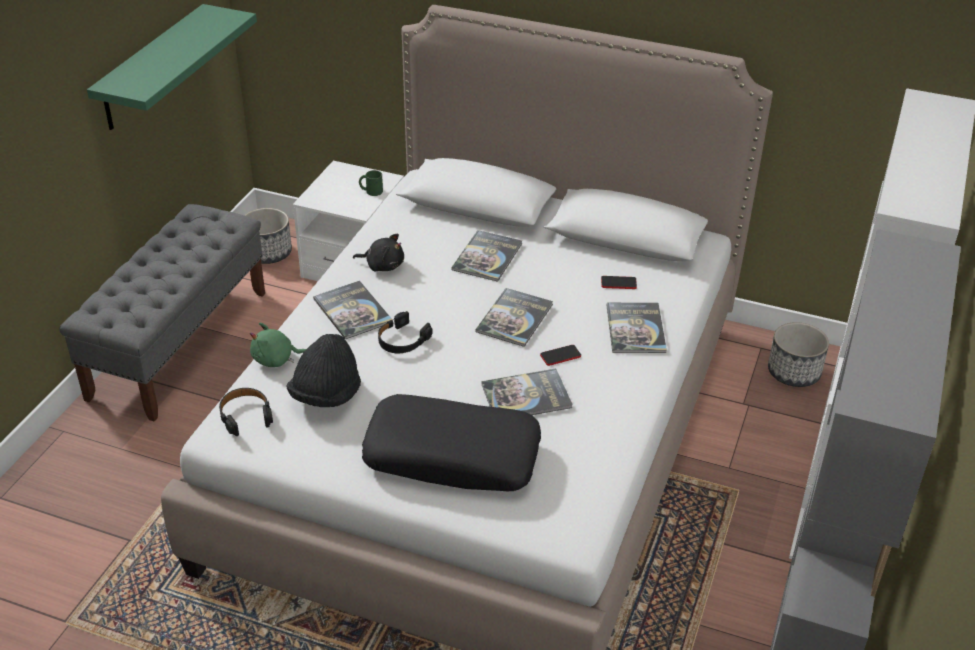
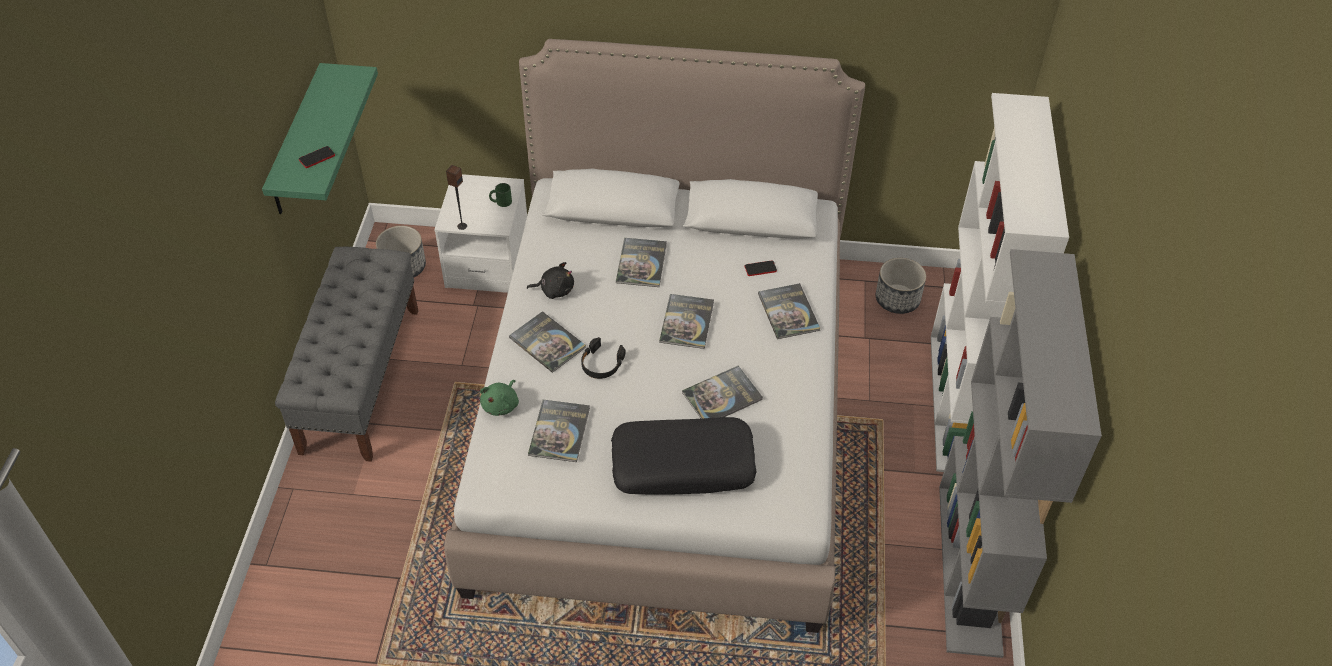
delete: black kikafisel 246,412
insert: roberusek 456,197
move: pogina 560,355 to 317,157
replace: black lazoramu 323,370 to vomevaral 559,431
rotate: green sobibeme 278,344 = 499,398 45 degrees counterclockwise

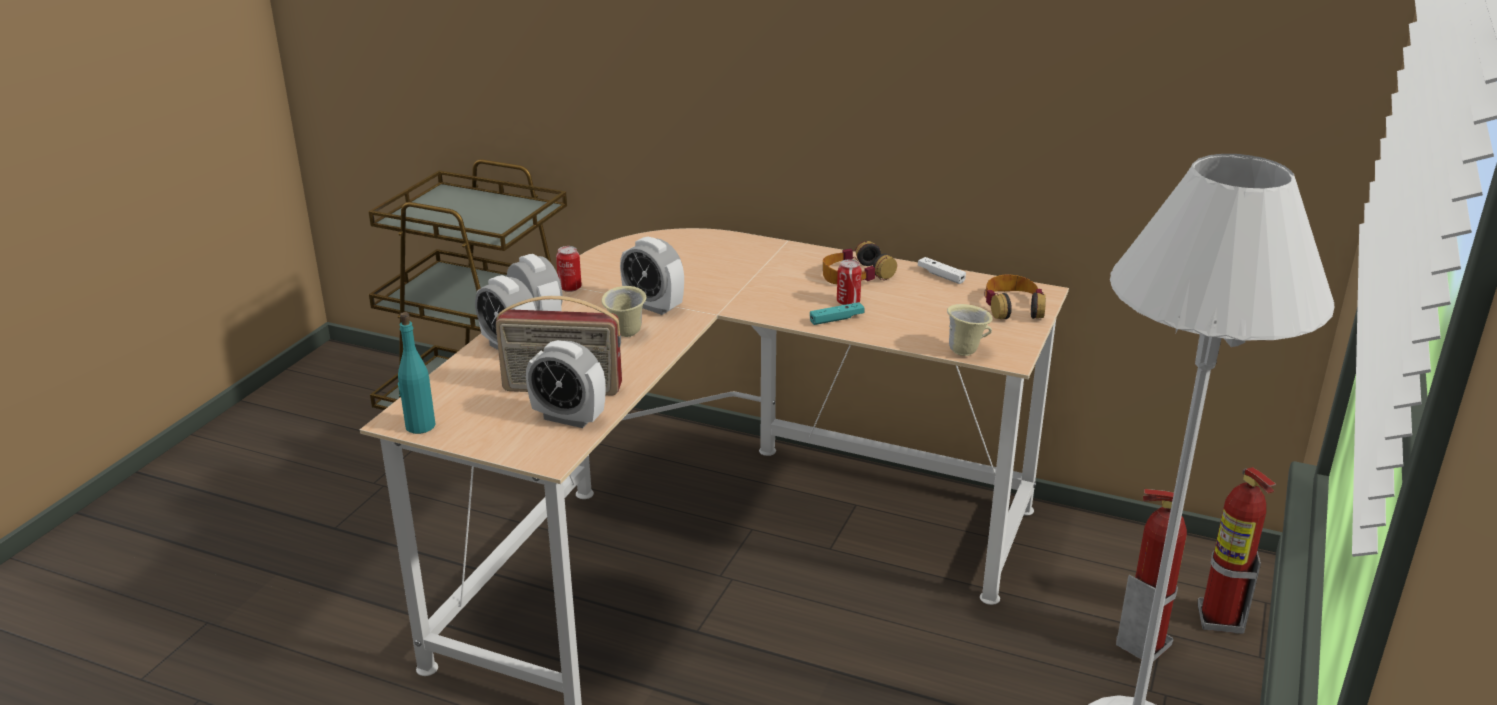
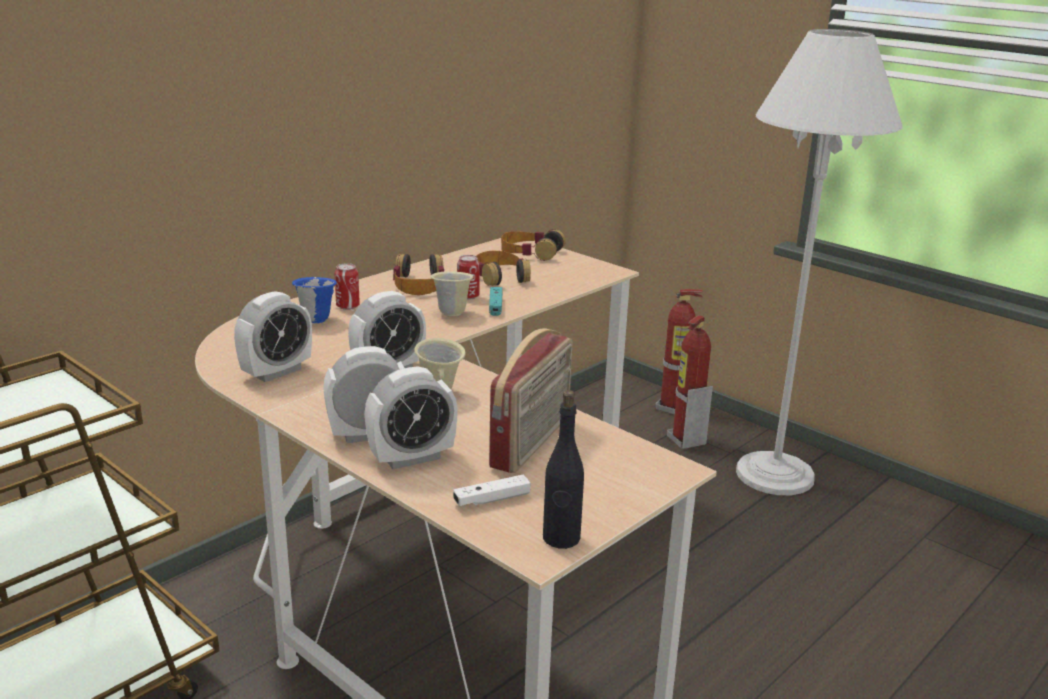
insert: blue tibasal 314,300; kikafisel 503,268
move: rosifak 566,384 to 273,336; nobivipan 569,269 to 347,286; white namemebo 942,270 to 492,490; beige tibasal 970,330 to 452,293
recolor: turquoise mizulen 416,373 to black mizulen 563,469

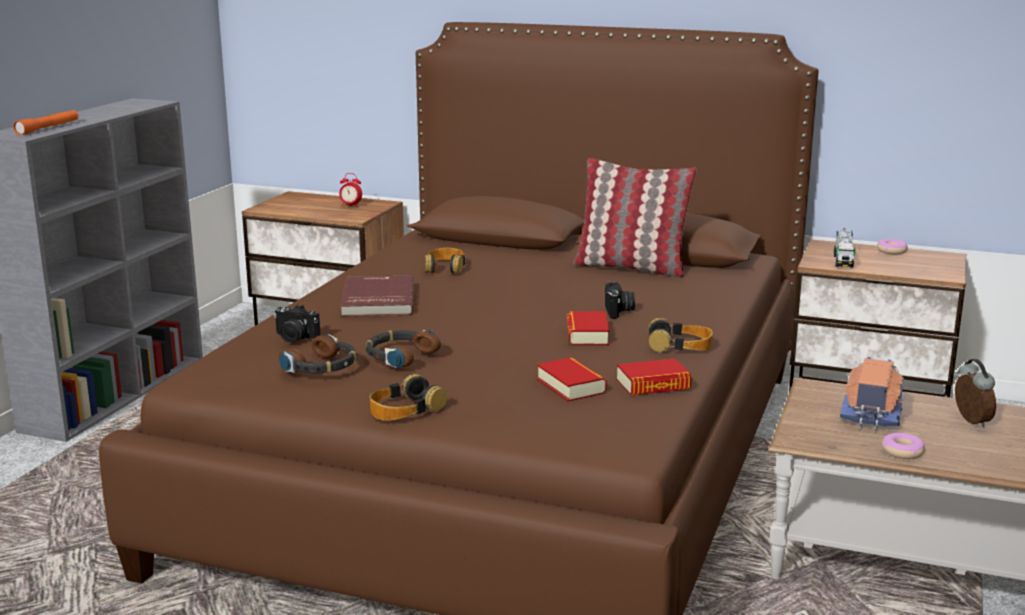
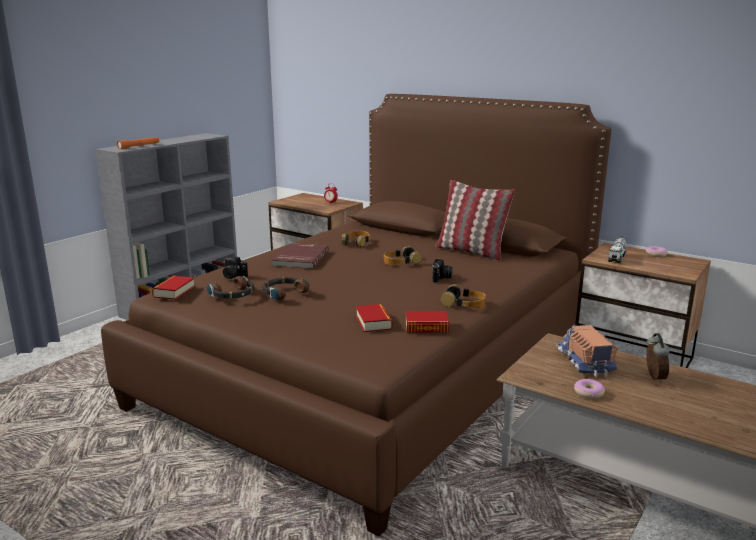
move: kikafisel 408,397 to 403,255; vomevaral 588,328 to 173,288
rotate: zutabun 872,394 = 587,350 45 degrees counterclockwise

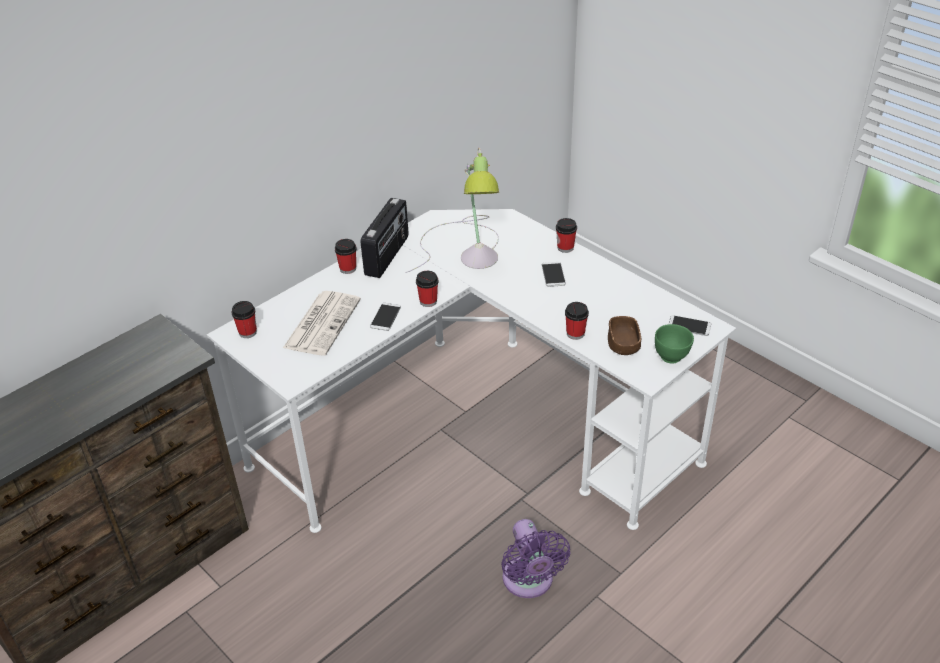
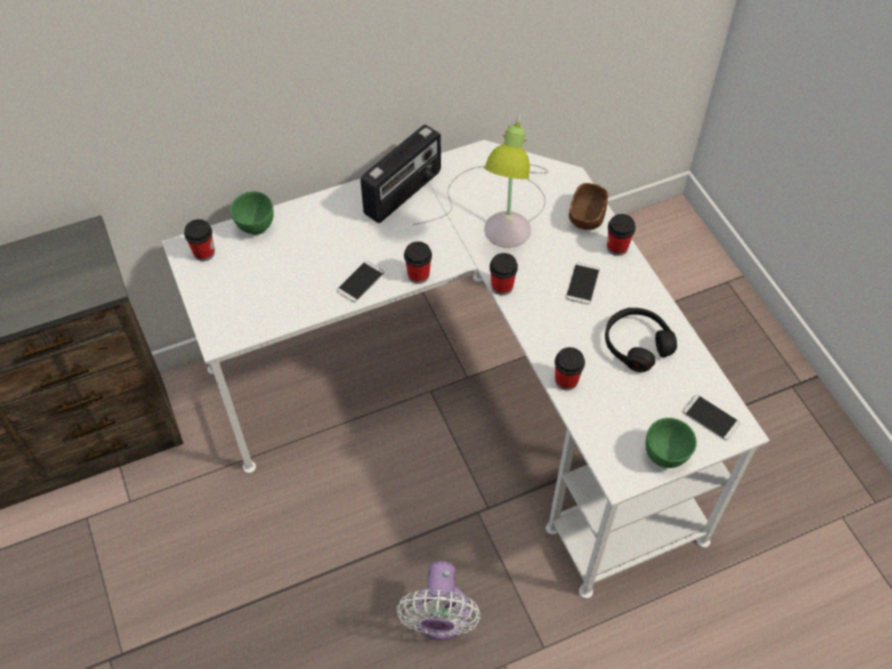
delete: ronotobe 322,323
insert: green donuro 251,213; black kikafisel 641,340
move: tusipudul 346,256 to 504,274; brown donuro 624,335 to 588,206
recolor: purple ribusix 535,558 to white ribusix 438,600

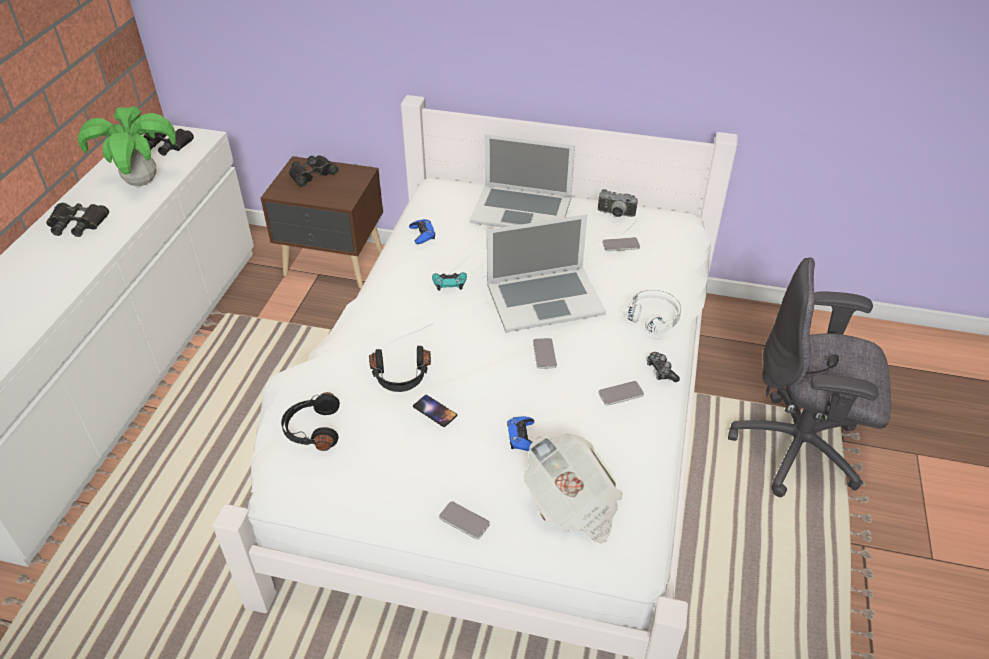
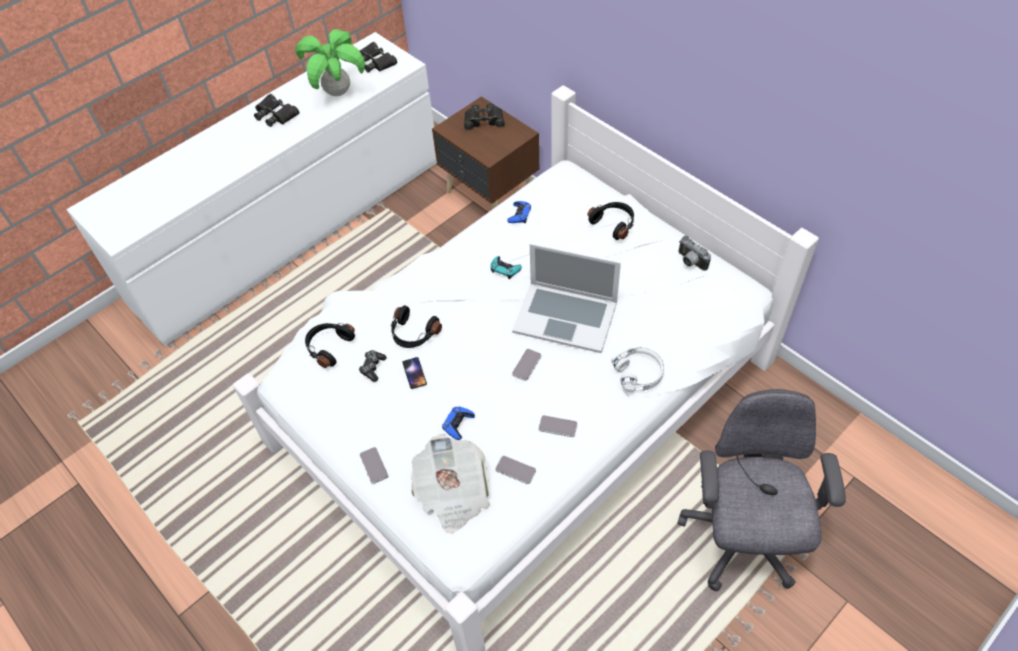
move: pogina 621,244 to 515,470; namemebo 663,367 to 372,366
replace: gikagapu 522,180 to black kikafisel 611,221
rotate: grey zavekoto 809,377 = 761,490 45 degrees clockwise

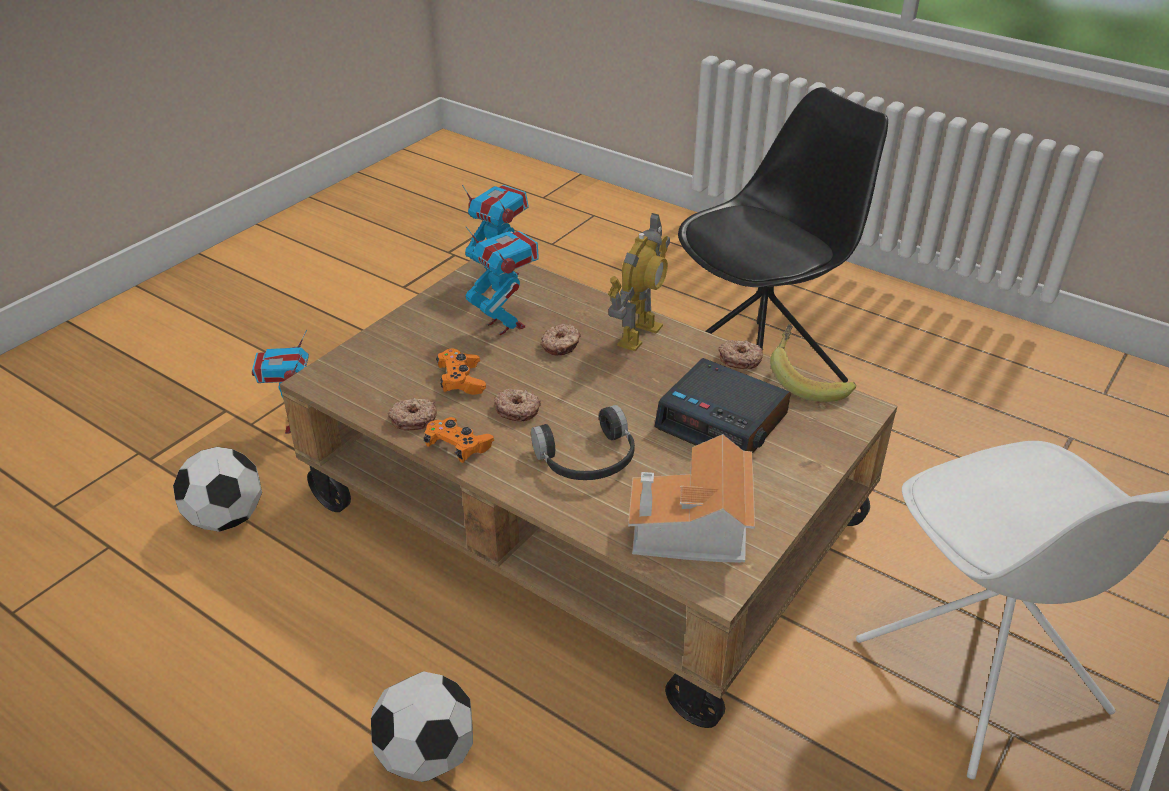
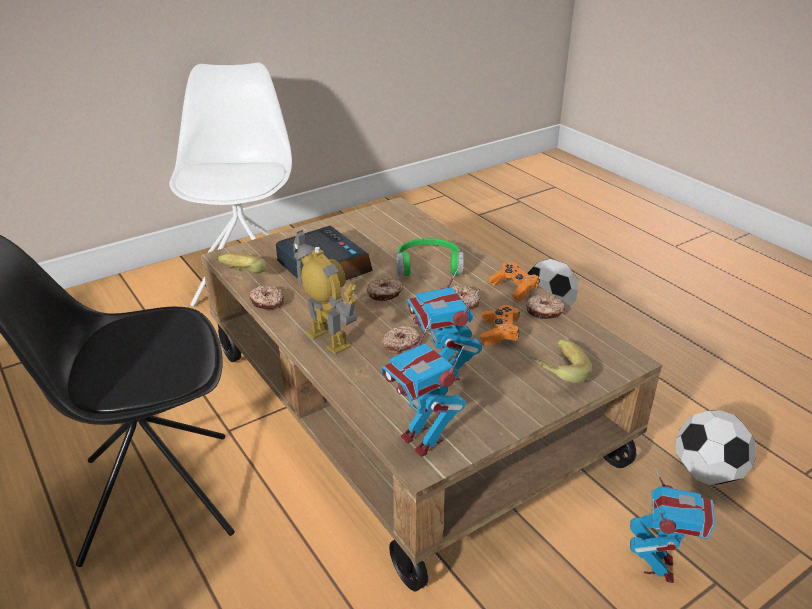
delete: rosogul 691,498
insert: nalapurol 385,289; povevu 560,361
recolor: black kikafisel 583,442 to green kikafisel 430,257
rotate: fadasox 639,282 = 325,292 90 degrees clockwise

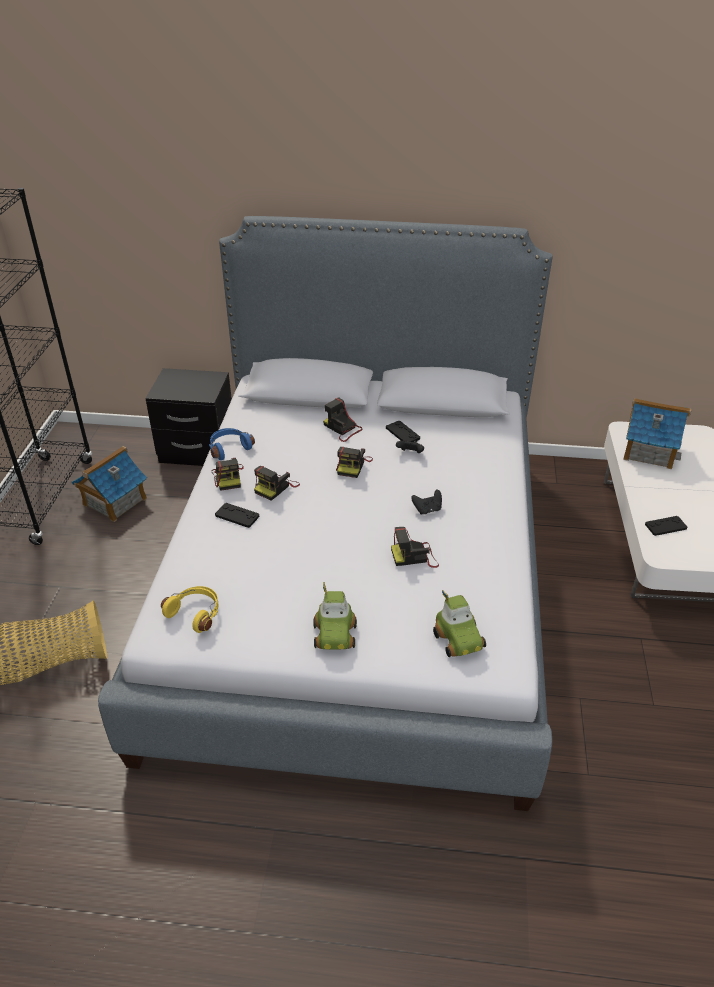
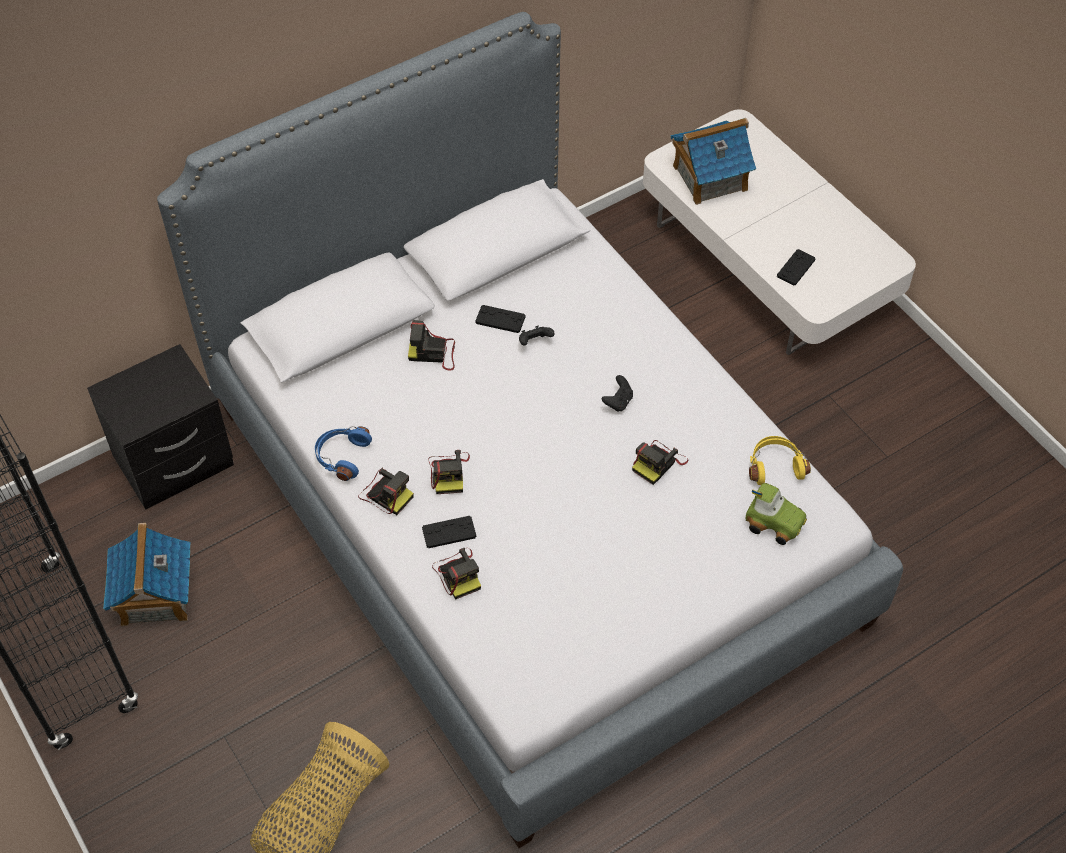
delete: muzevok 335,616
move: yellow kikafisel 190,609 to 780,460; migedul 354,462 to 456,574

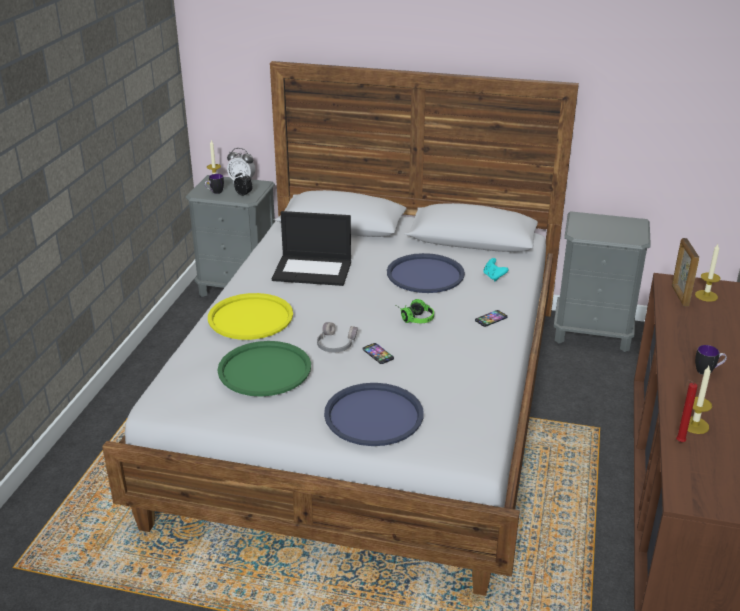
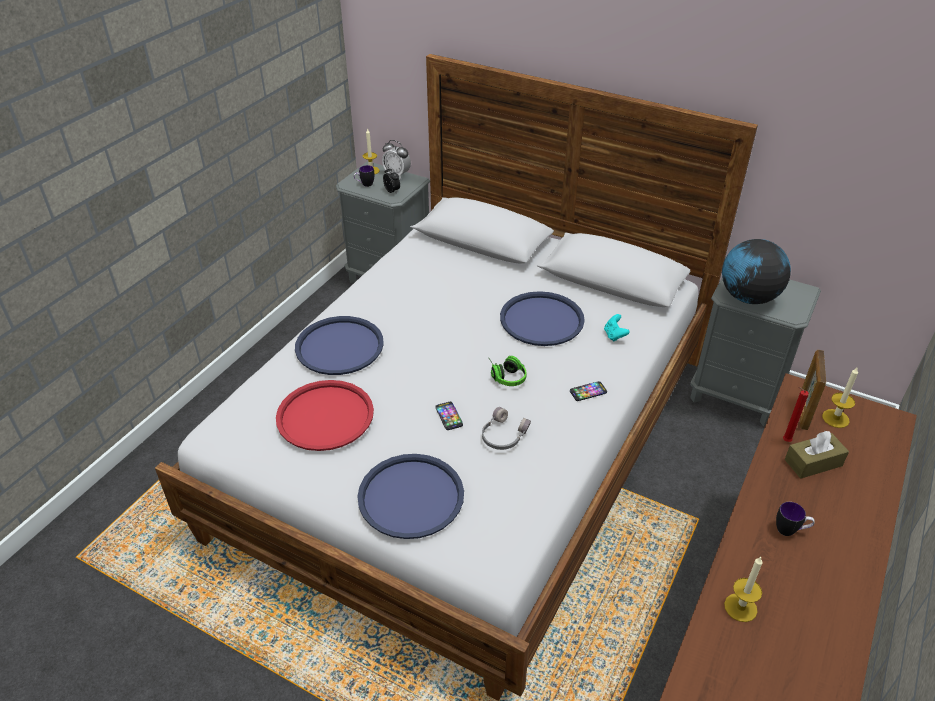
delete: gikagapu 311,248
insert: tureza 756,271; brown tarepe 817,455
move: grey kikafisel 337,337 to 506,428; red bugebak 687,411 to 796,414
recolor: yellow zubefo 250,316 to blue zubefo 339,345; green zubefo 264,369 to red zubefo 325,415

